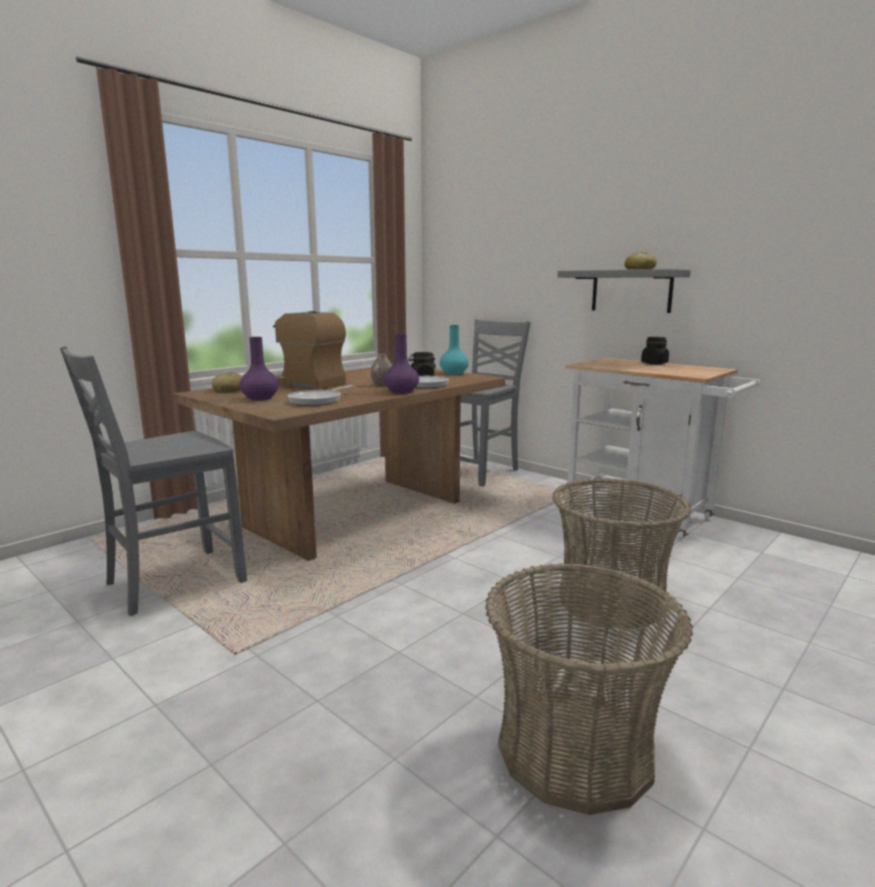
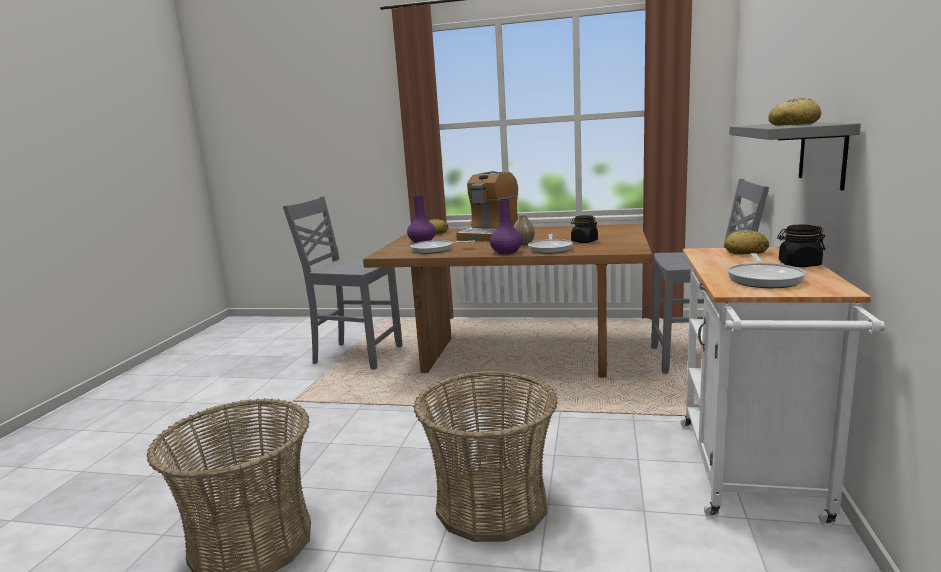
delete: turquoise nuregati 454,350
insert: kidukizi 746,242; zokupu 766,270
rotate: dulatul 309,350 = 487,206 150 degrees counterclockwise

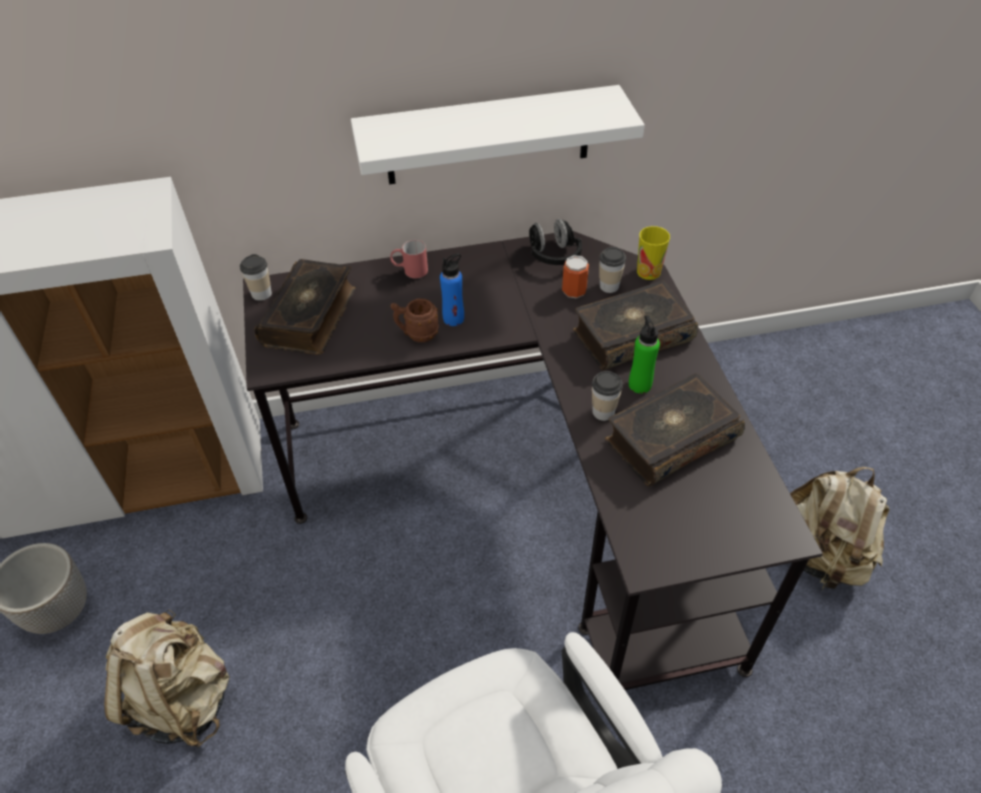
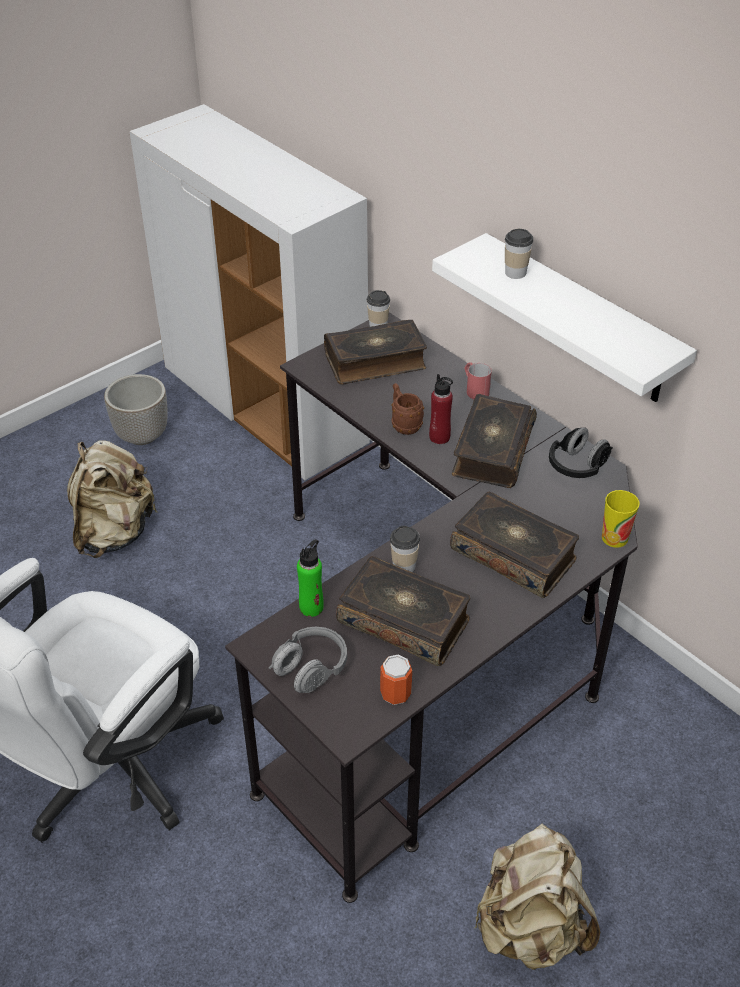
insert: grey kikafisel 307,660; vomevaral 494,441
move: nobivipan 575,277 to 396,680; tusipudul 612,270 to 519,254; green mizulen 644,354 to 310,578
recolor: blue mizulen 452,289 to red mizulen 441,409

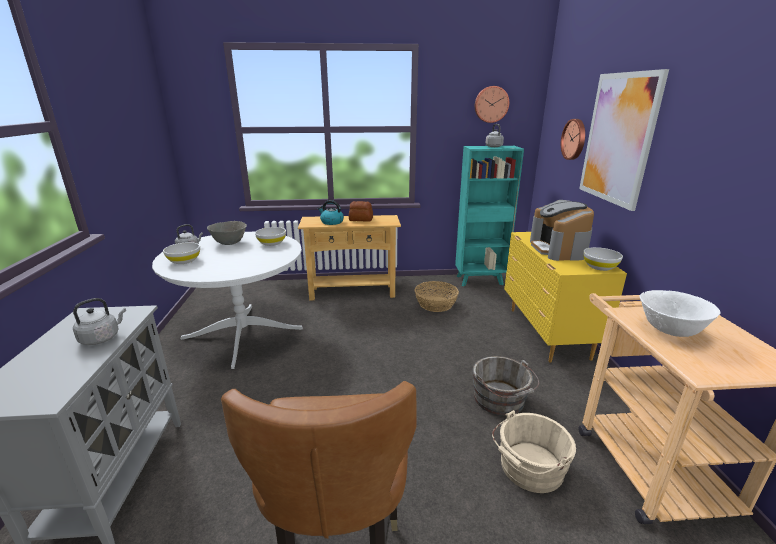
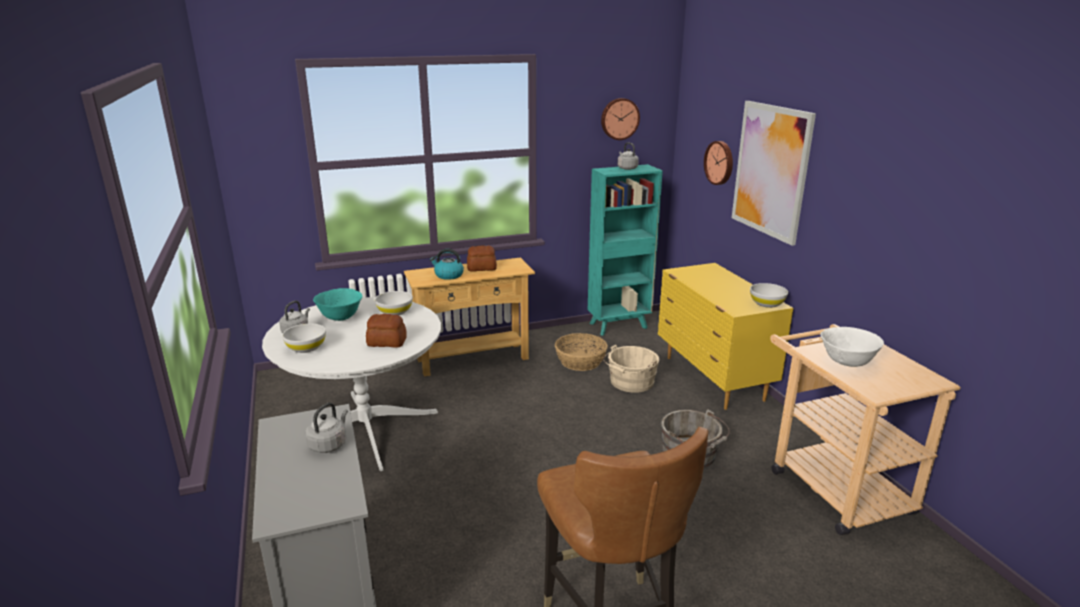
delete: dulatul 562,230
insert: kidukizi 386,331
move: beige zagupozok 534,451 to 631,369
recolor: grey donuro 227,233 to turquoise donuro 337,304

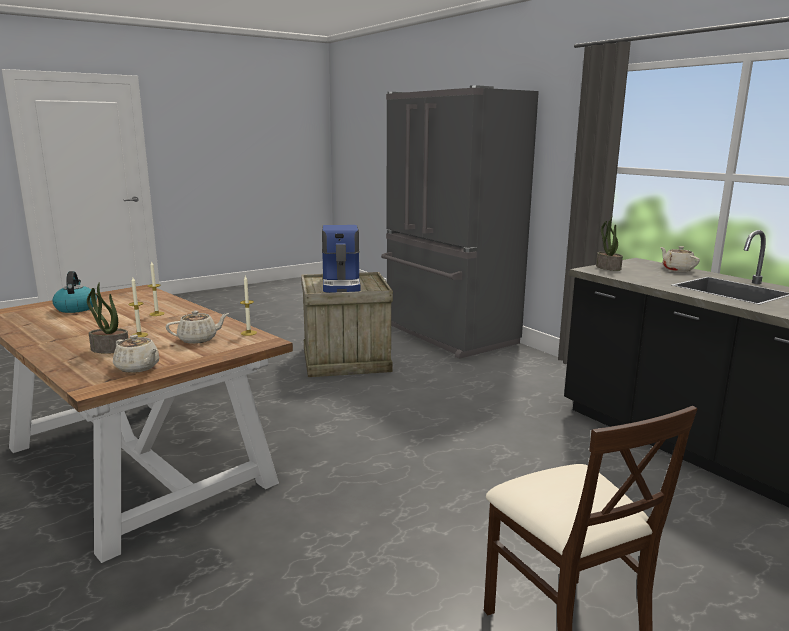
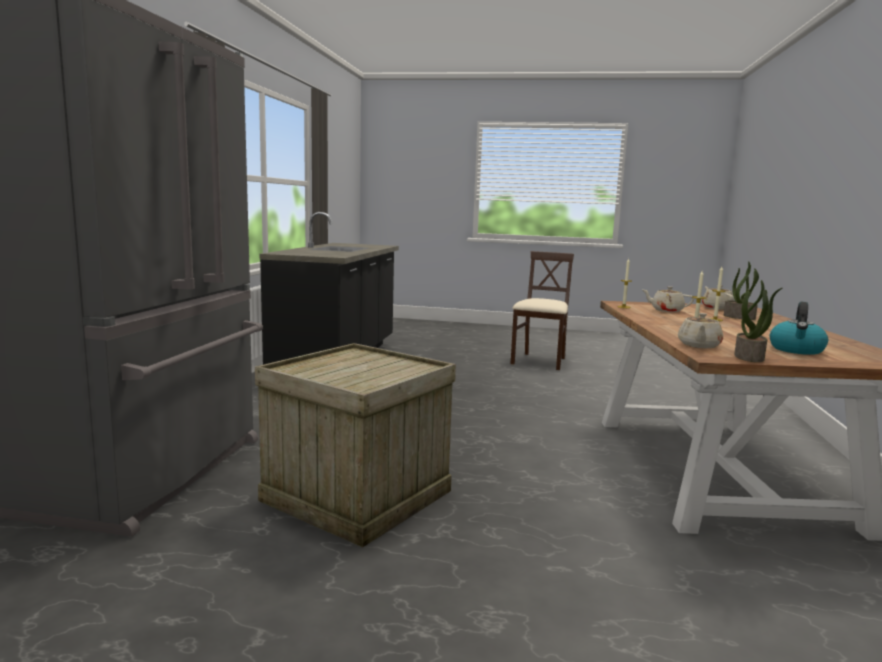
delete: dulatul 341,259
move: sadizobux 609,244 to 758,321; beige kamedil 680,259 to 700,330

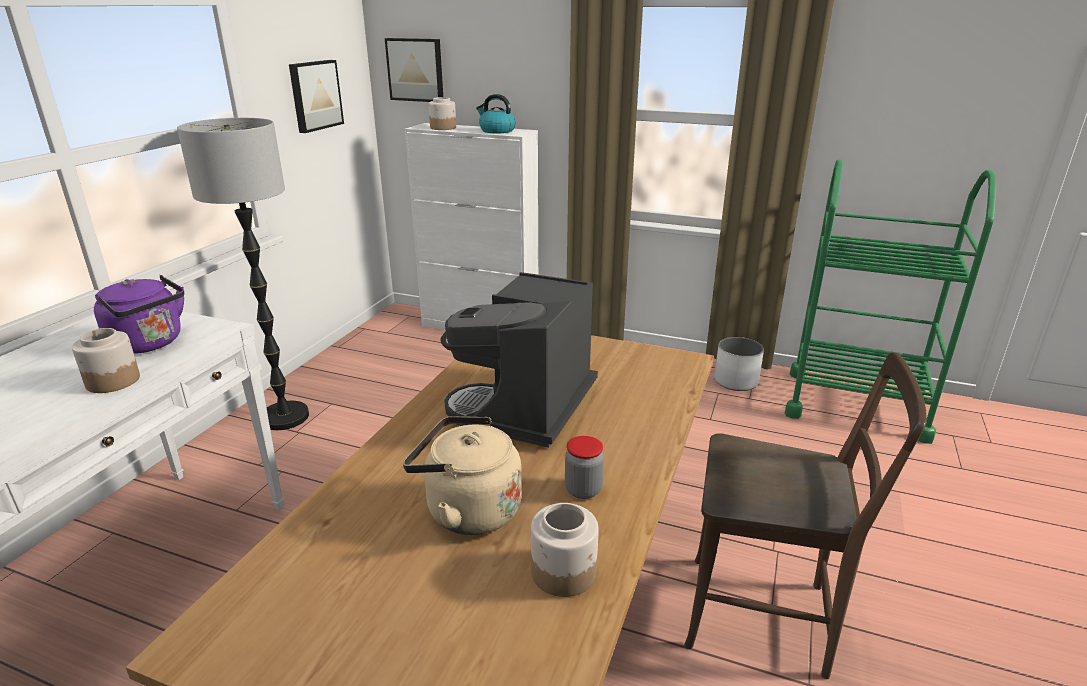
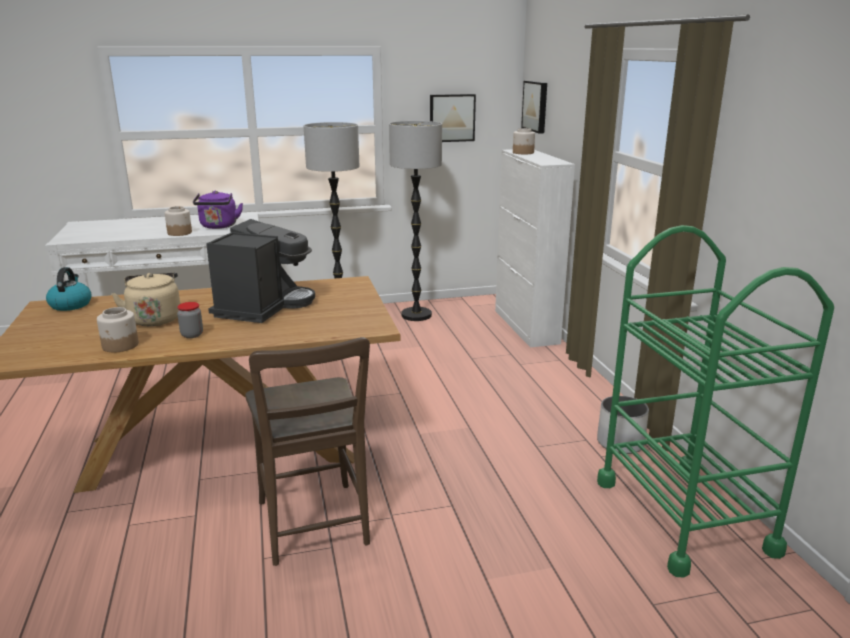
insert: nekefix 415,221
move: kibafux 496,113 to 69,289
rotate: dulatul 519,360 = 260,271 120 degrees clockwise

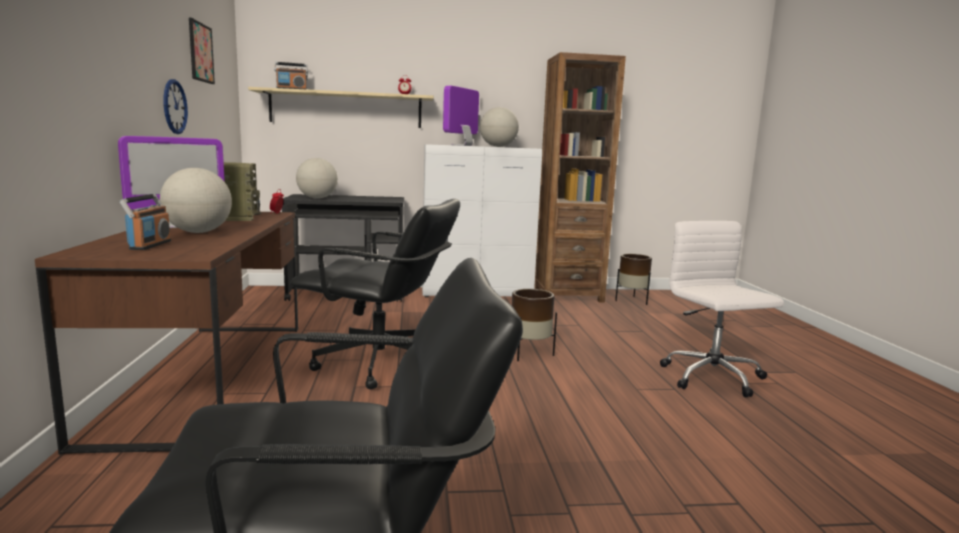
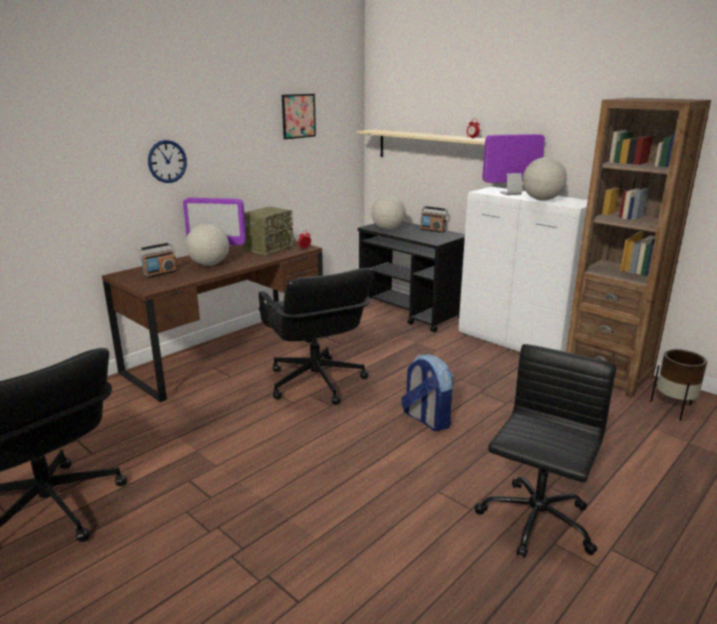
move: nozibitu 175,106 to 167,161; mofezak 291,75 to 434,219
replace: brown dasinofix 534,325 to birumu 427,392
recolor: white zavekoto 722,309 to black zavekoto 545,451

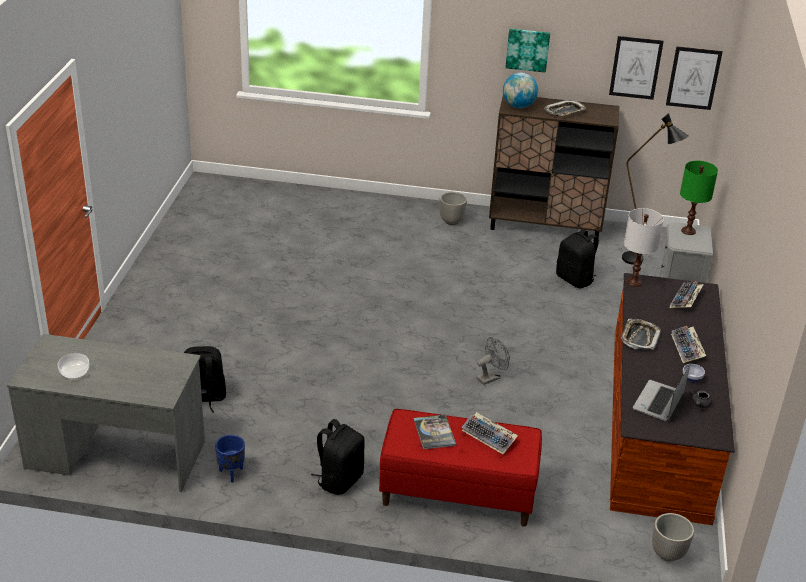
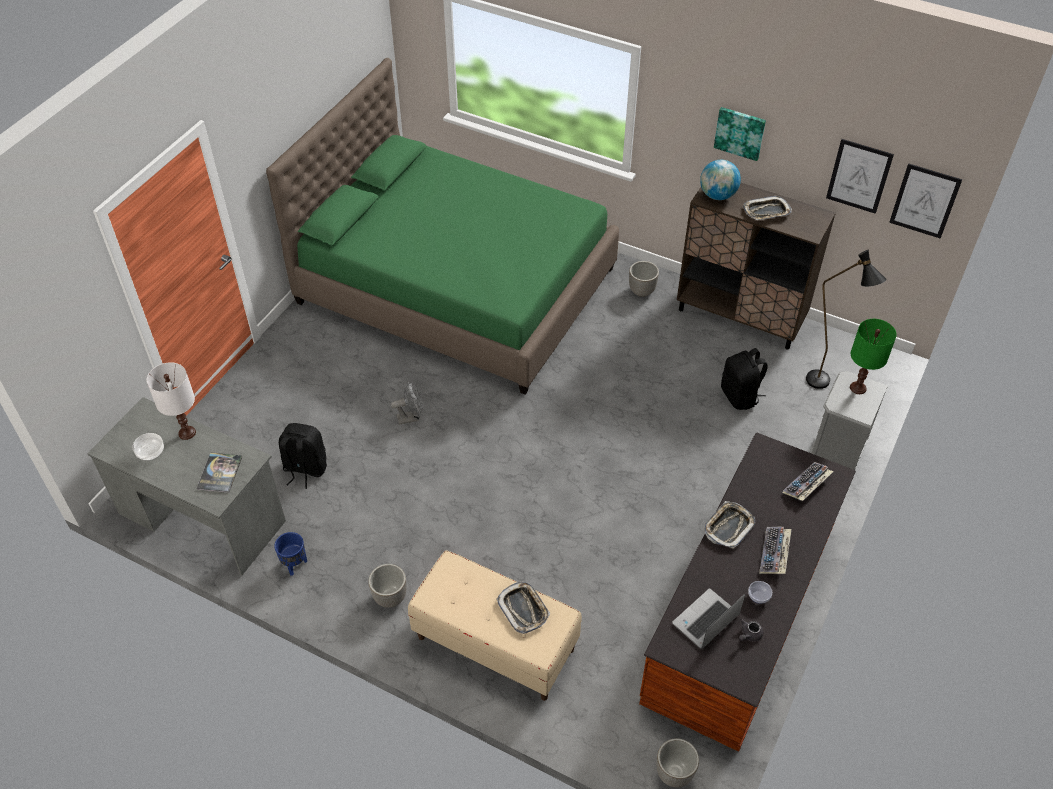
insert: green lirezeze 442,226
move: vomevaral 435,431 to 219,472; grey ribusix 493,361 to 407,403; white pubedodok 644,247 to 171,401
replace: black birumu 338,457 to dasinofix 387,586; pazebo 489,433 to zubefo 523,608
recolor: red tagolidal 460,468 to beige tagolidal 495,625

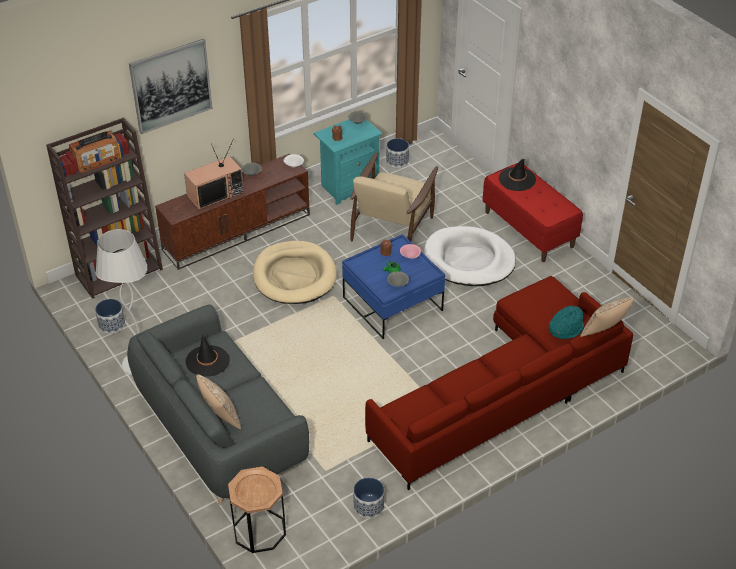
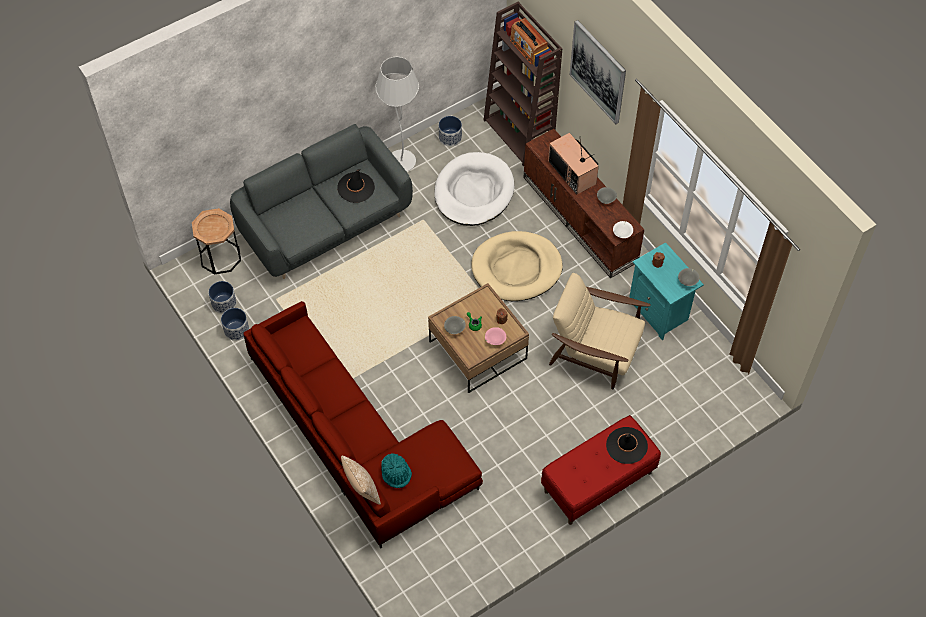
delete: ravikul 218,401
move: dasinofix 397,153 to 222,297; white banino 470,256 to 474,189
recolor: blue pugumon 393,286 to brown pugumon 478,338

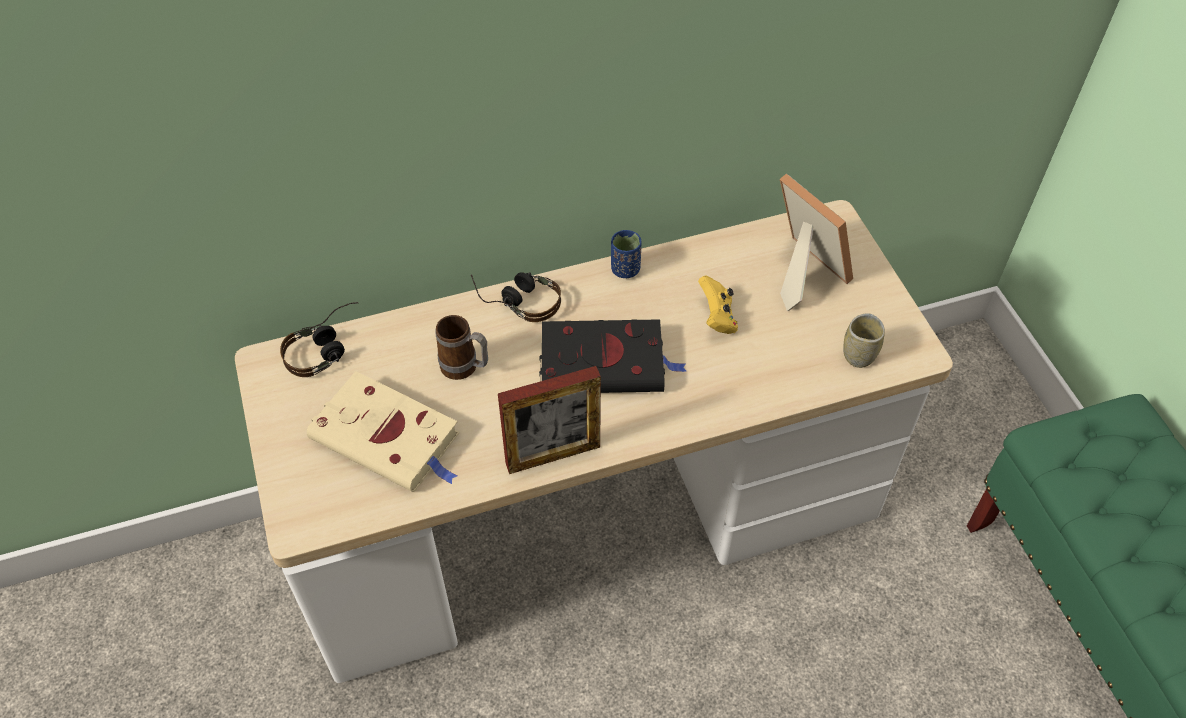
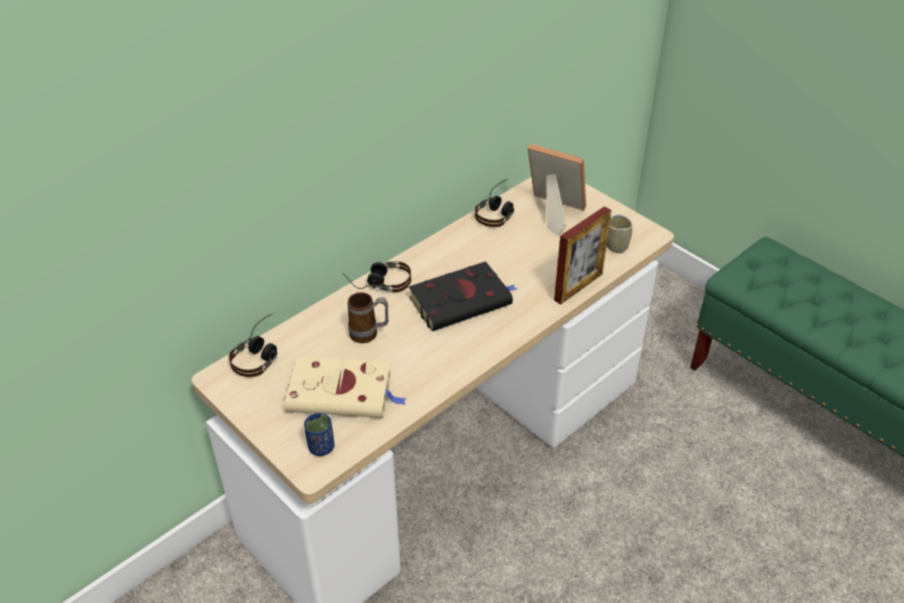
delete: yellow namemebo 718,305
insert: kikafisel 494,203
move: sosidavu 549,420 to 583,255; blue tusipudul 626,254 to 319,434

